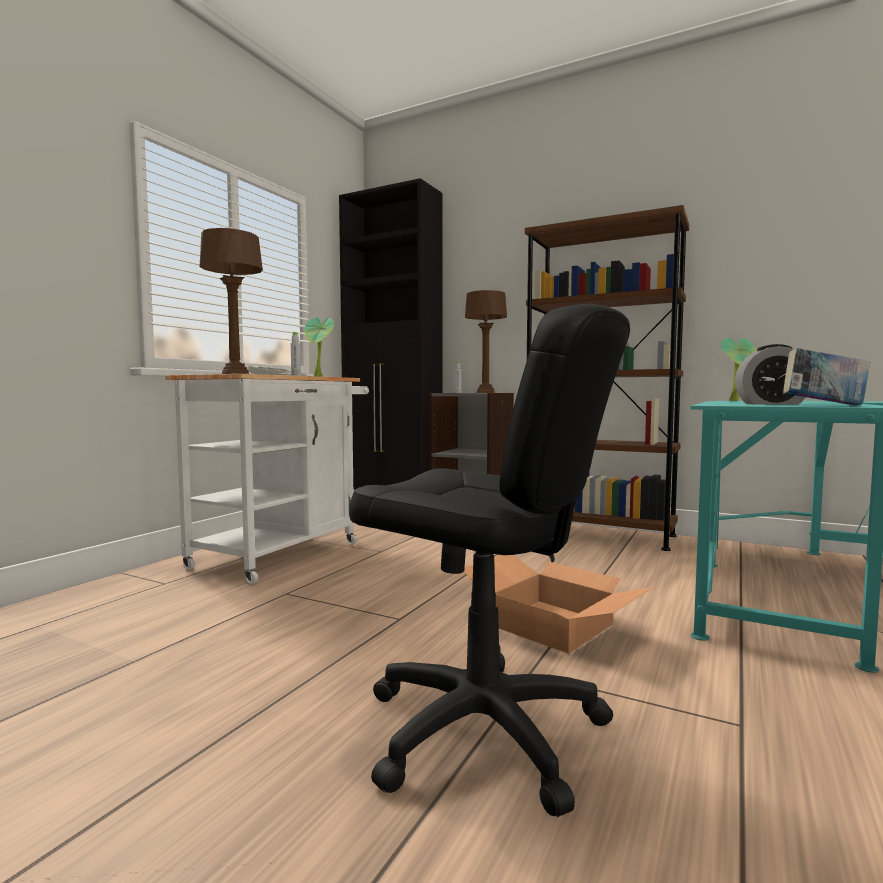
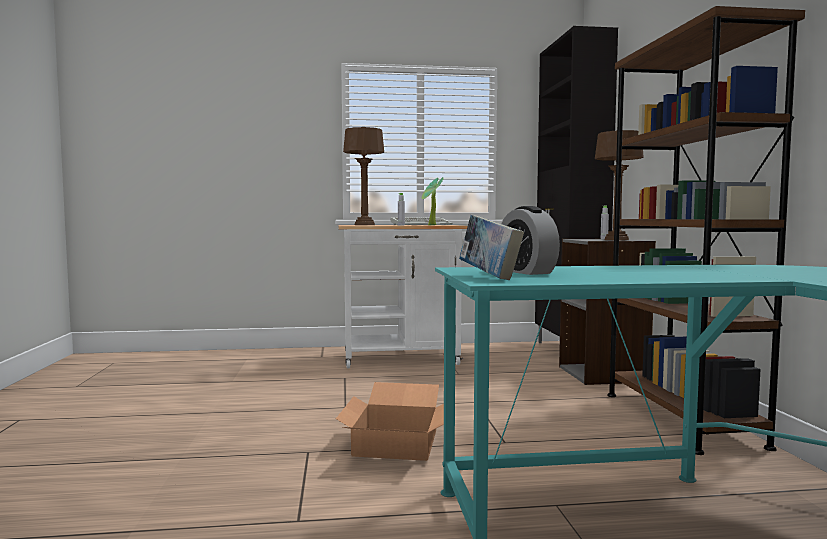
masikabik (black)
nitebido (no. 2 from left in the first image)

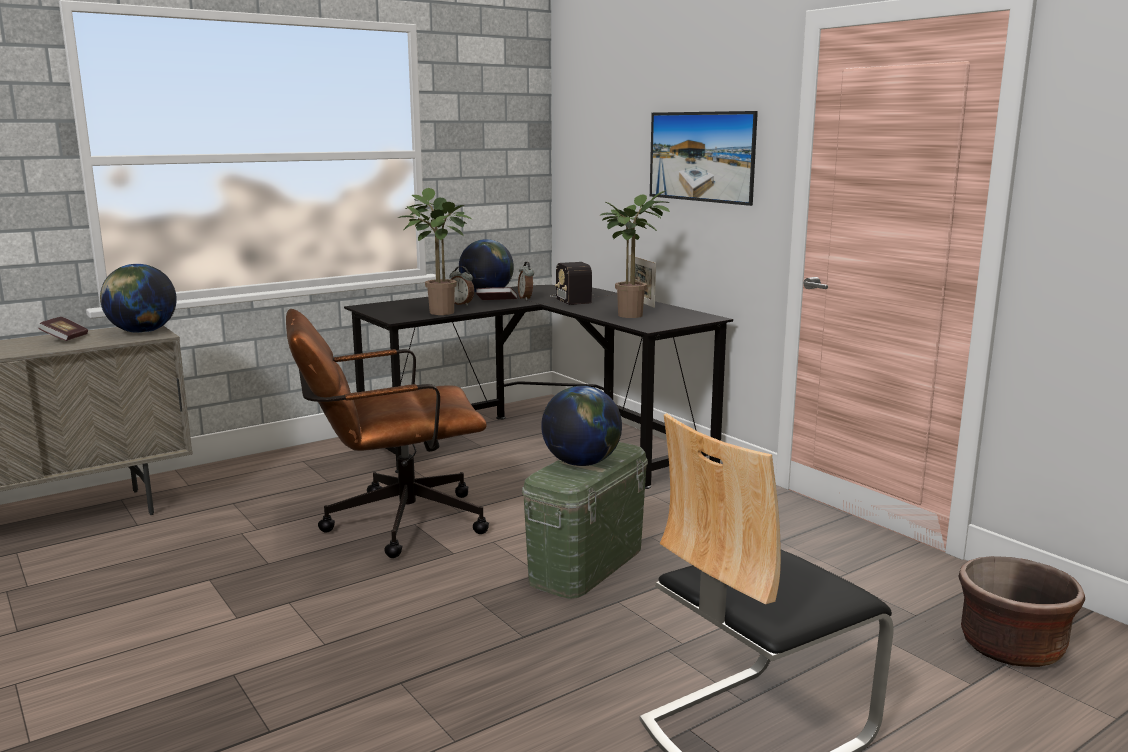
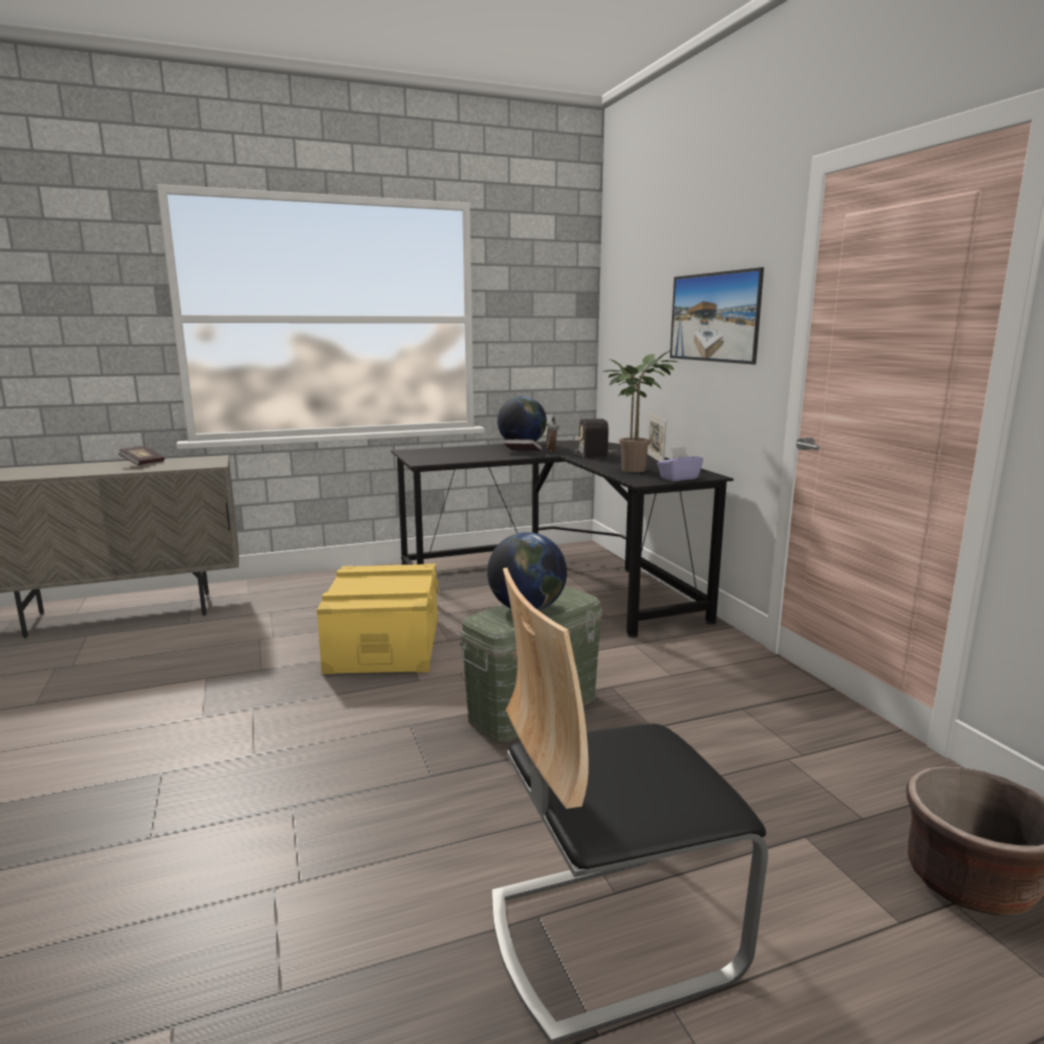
nitebido (no. 1 from left in the first image)
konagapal (no. 1 from left in the first image)
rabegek (no. 1 from left in the first image)
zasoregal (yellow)
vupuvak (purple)

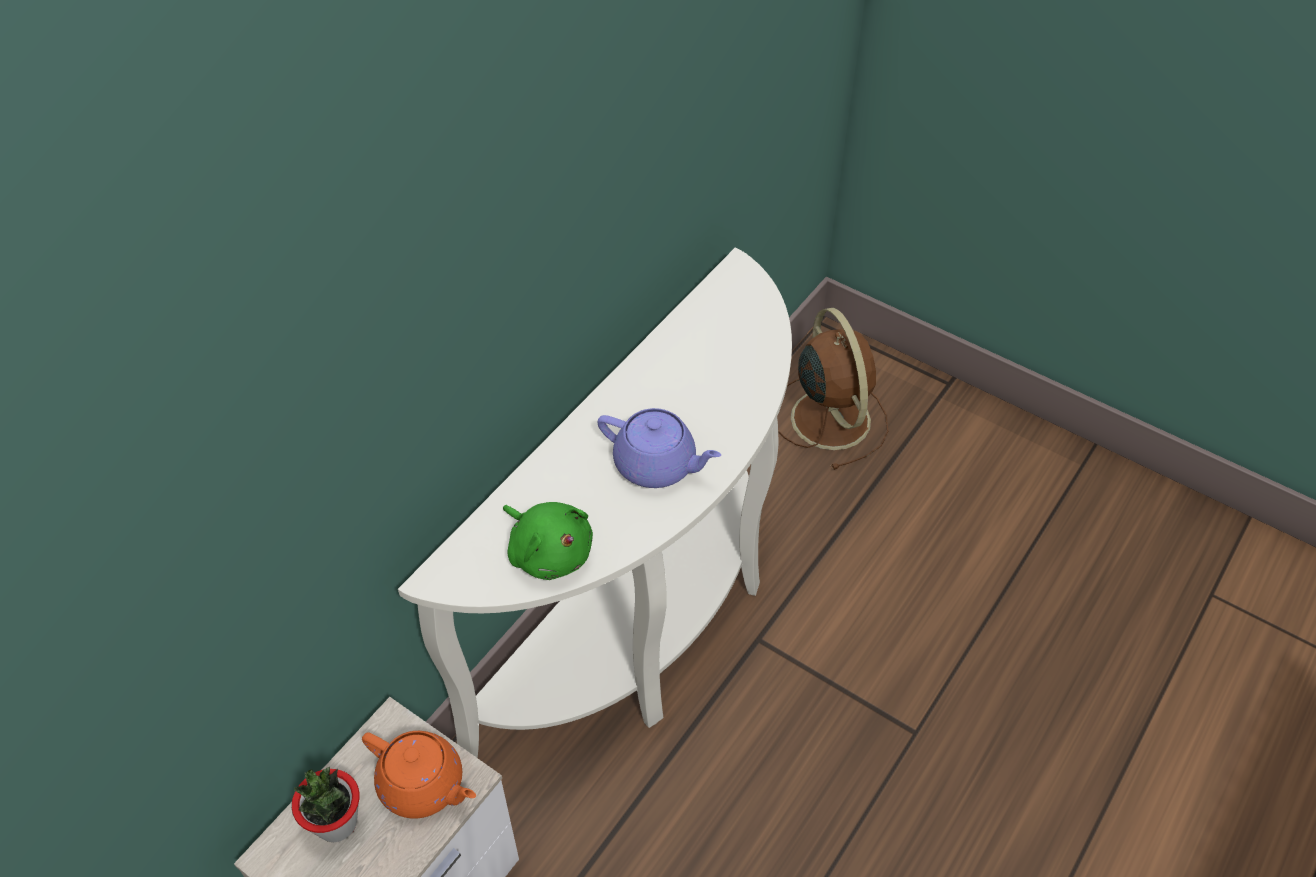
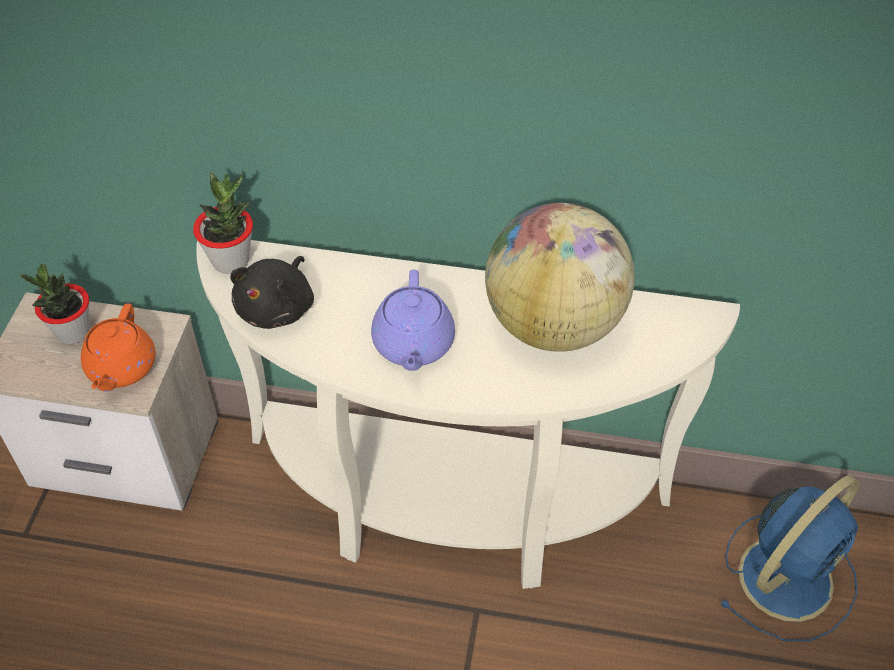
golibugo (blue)
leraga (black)
nitebido (no. 2 from left)
konagapal

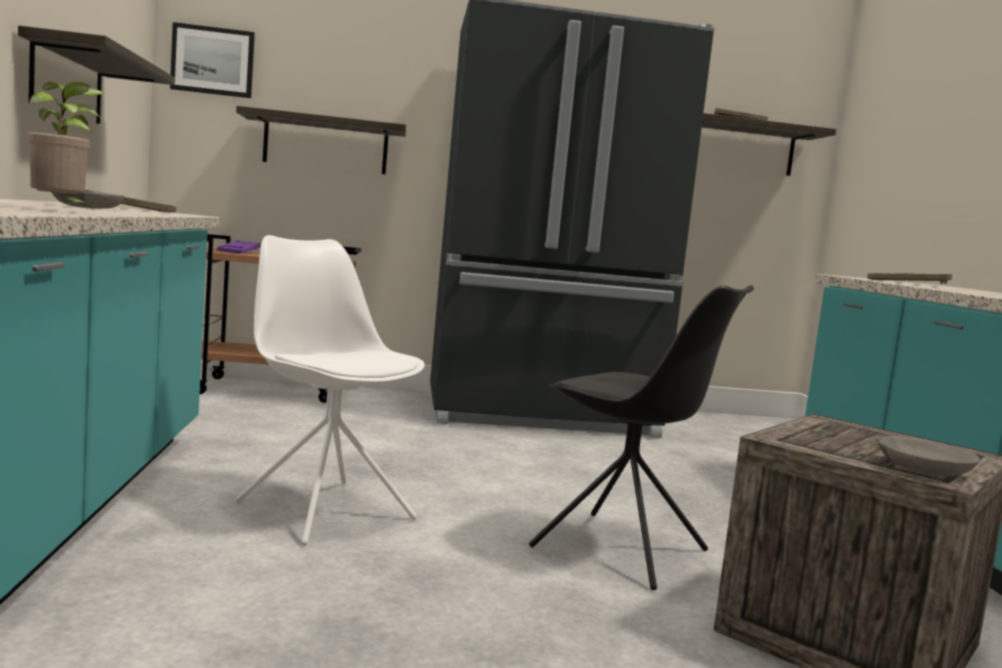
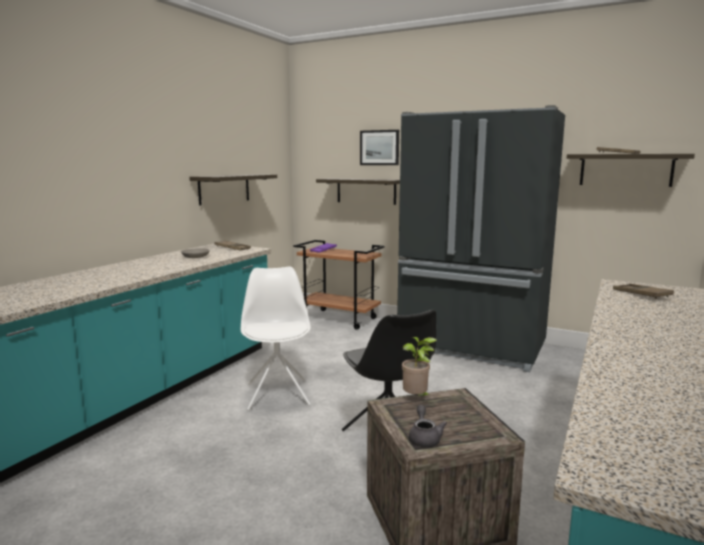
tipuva
nitebido
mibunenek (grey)

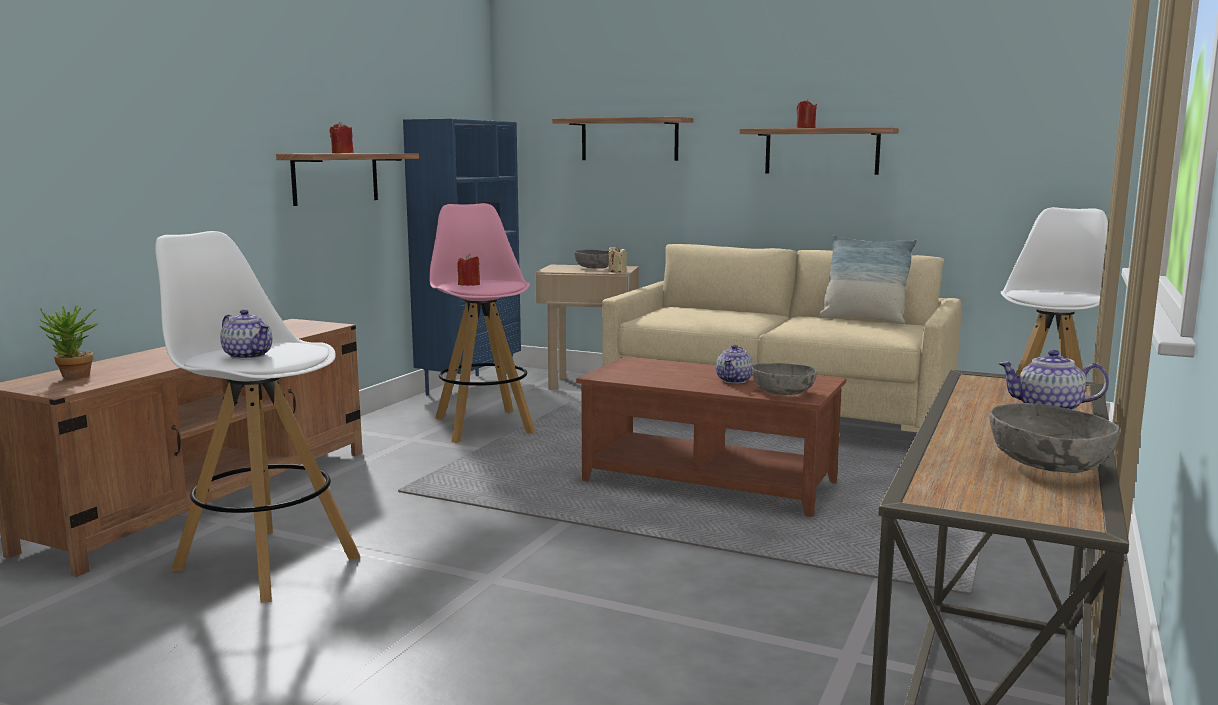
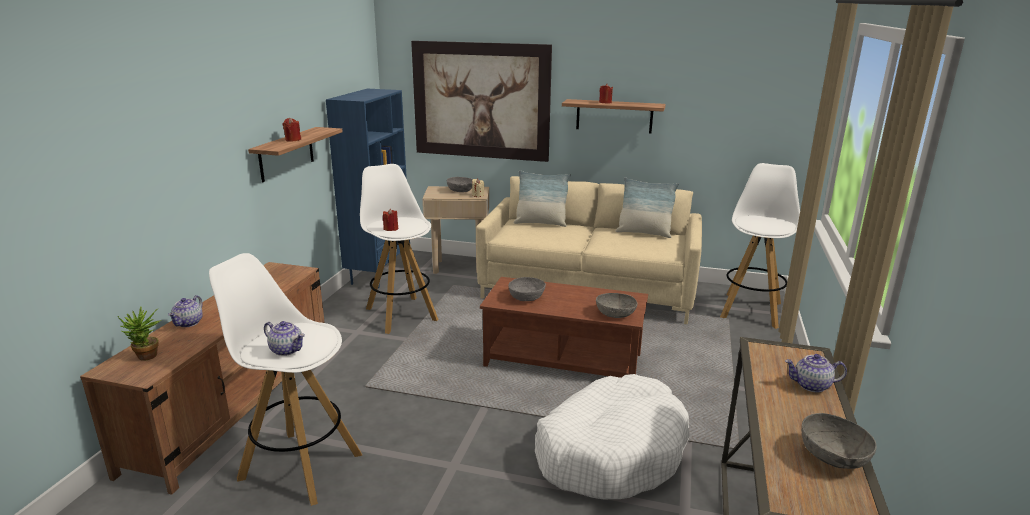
tipuva
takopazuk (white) (no. 2 from left)
mibunenek (no. 1 from left)
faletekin (no. 1 from left)
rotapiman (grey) (no. 2 from left)
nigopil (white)

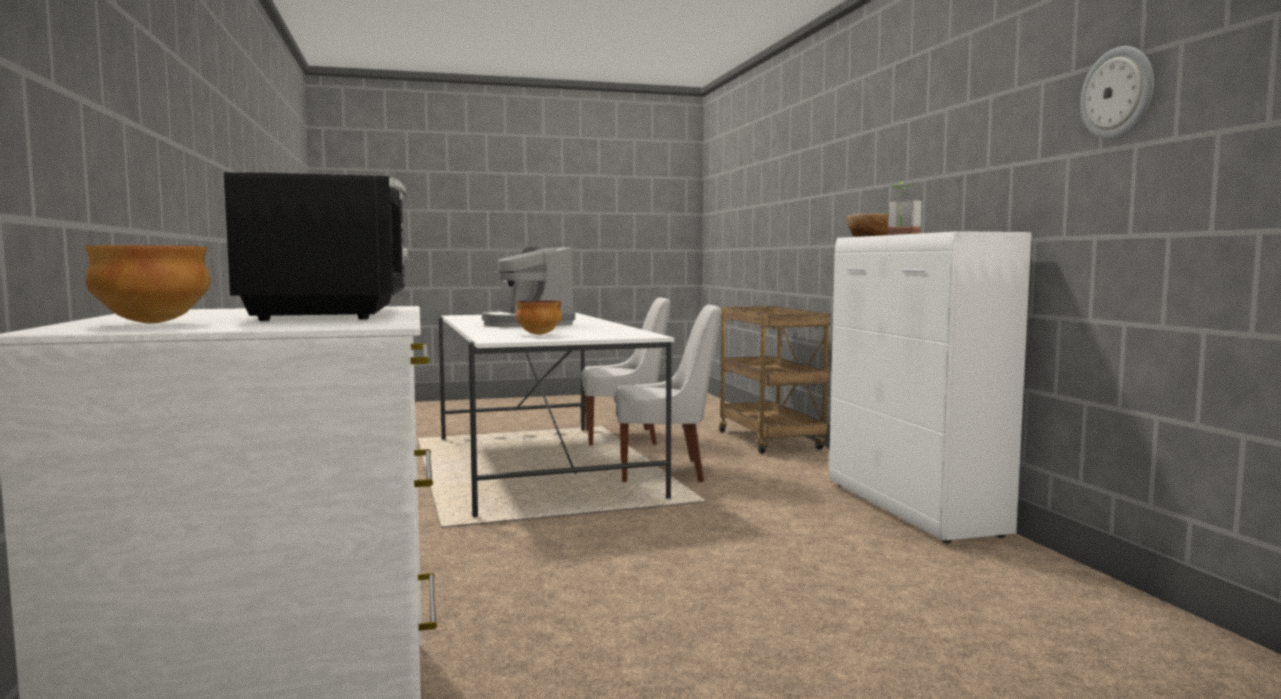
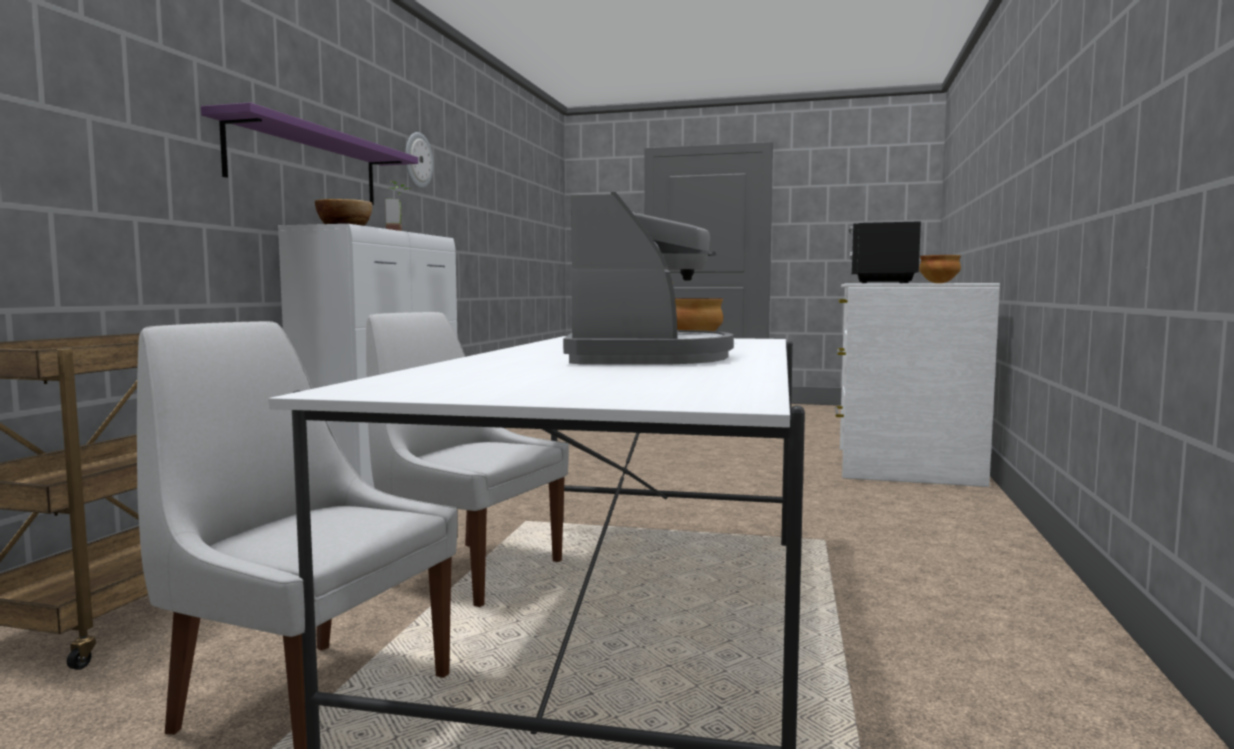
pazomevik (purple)

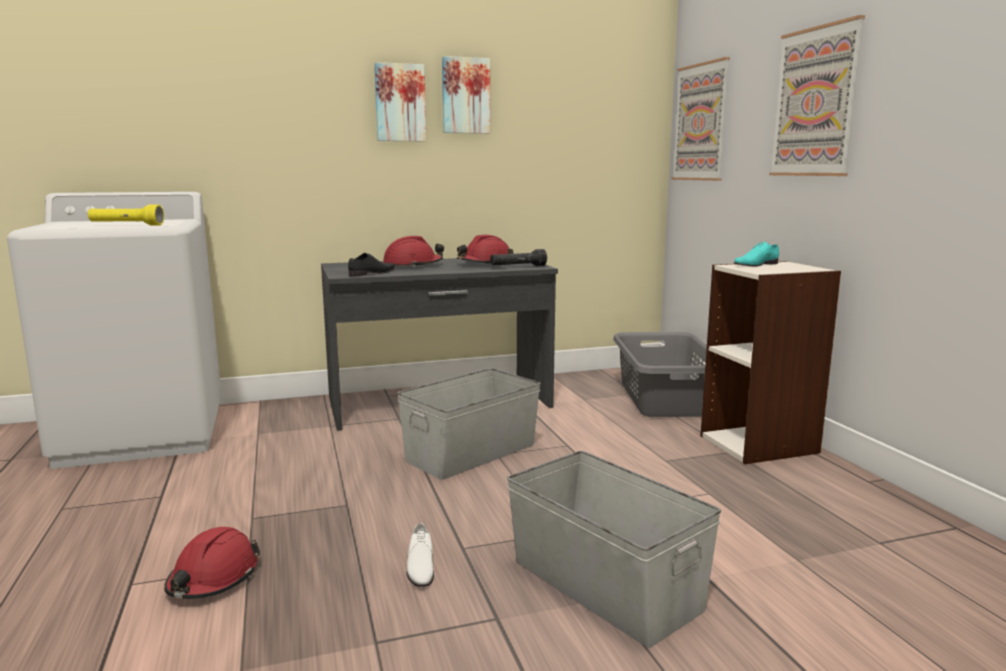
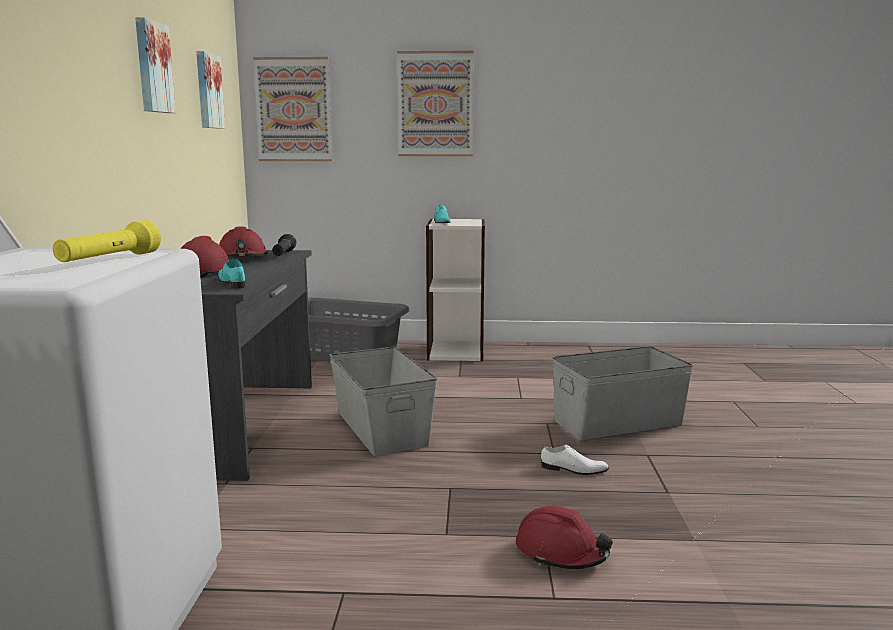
tipuva (no. 2 from left)
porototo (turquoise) (no. 1 from left)

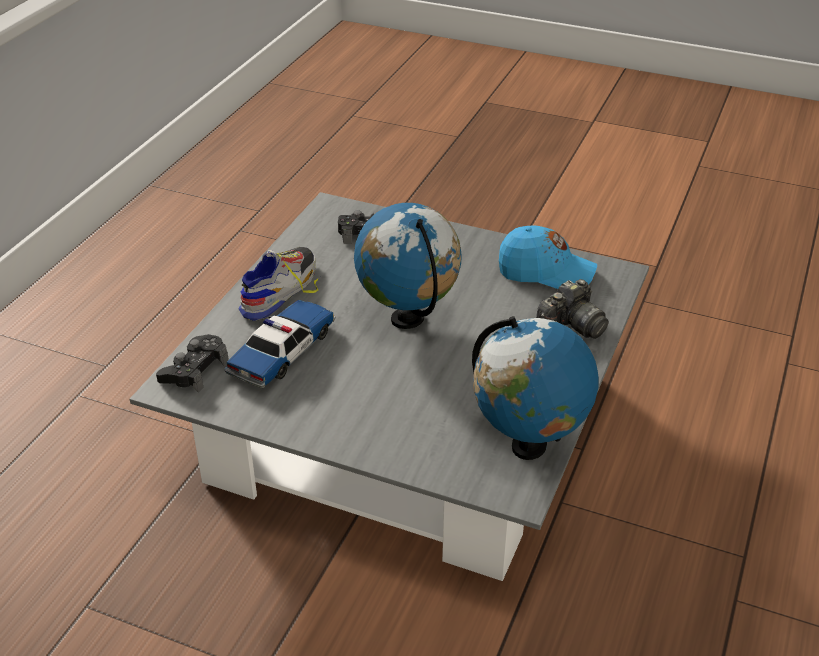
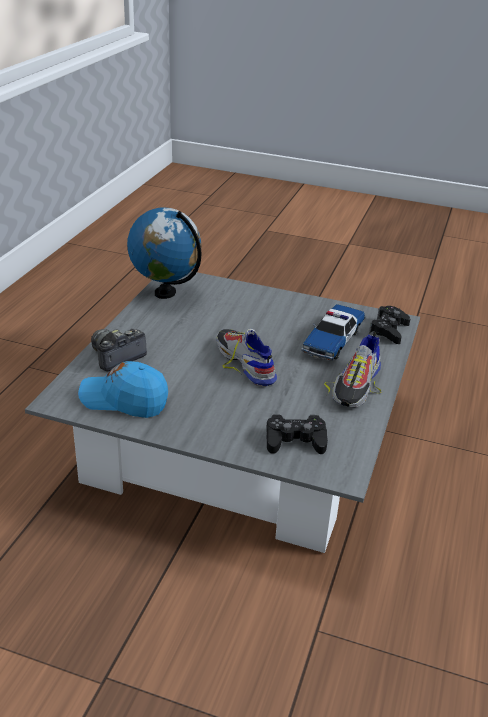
porototo (no. 1 from left)

